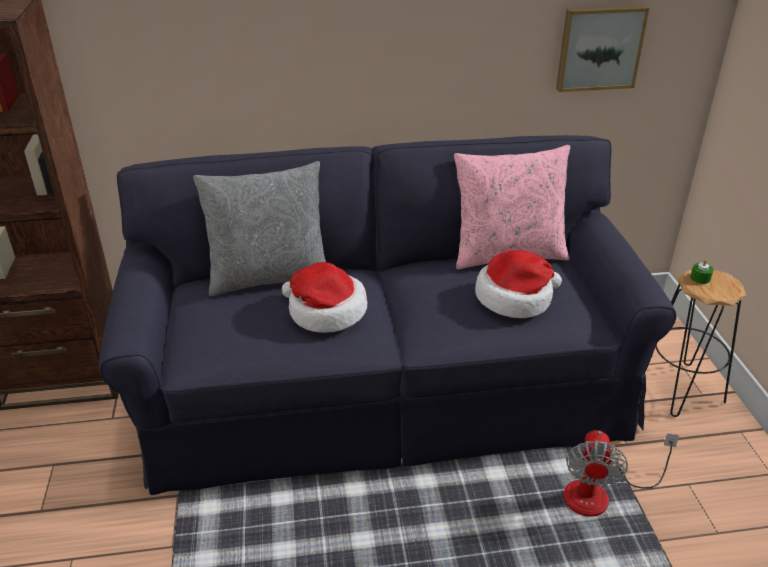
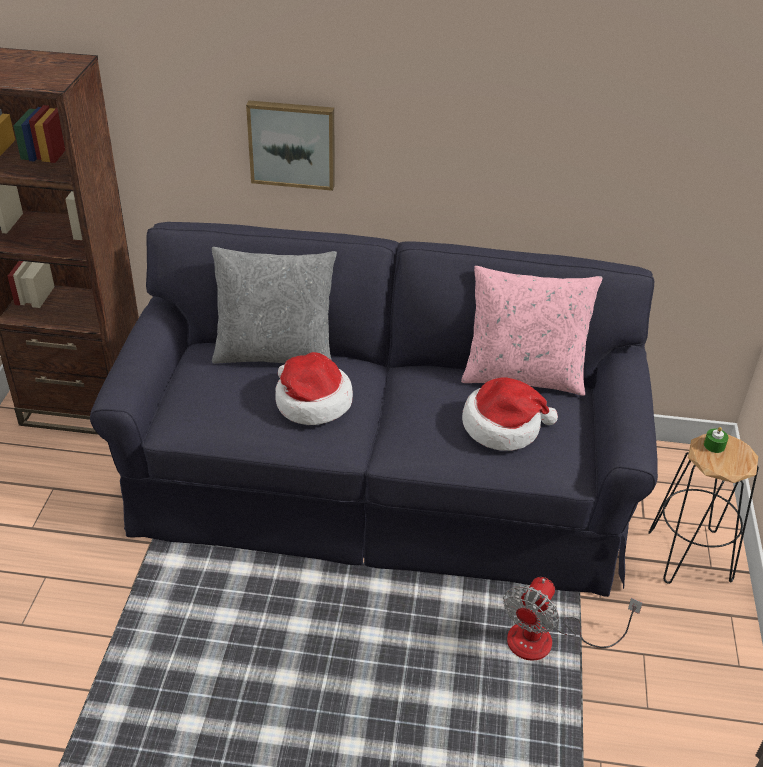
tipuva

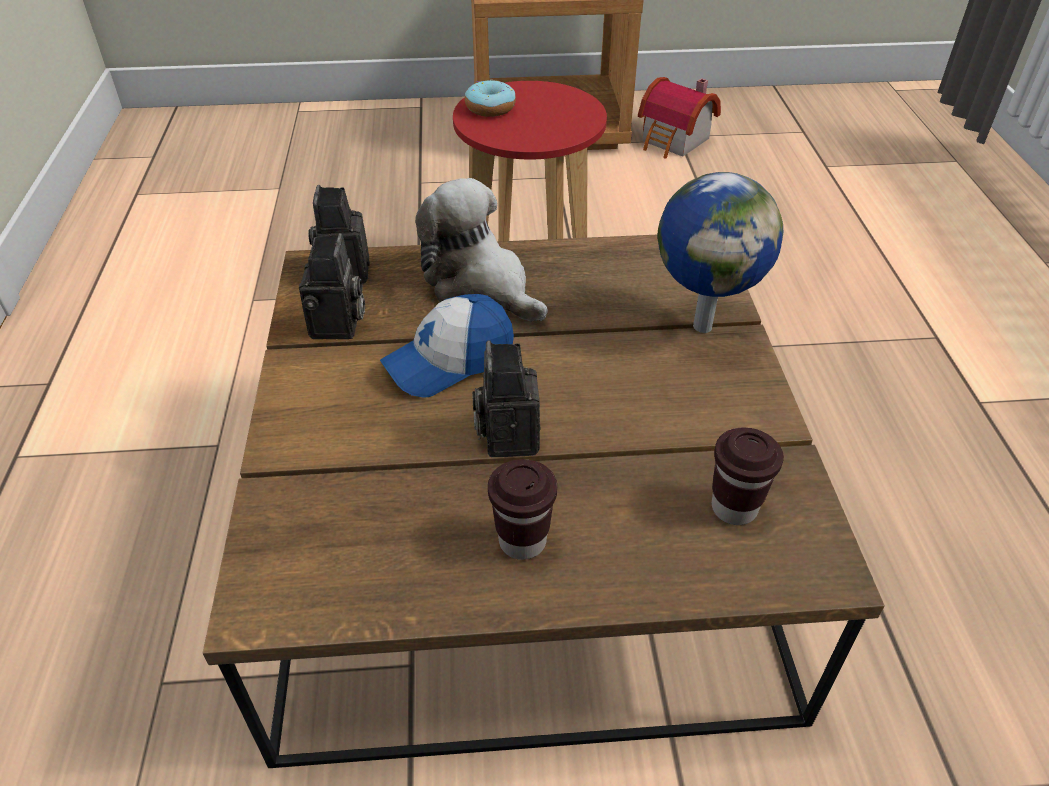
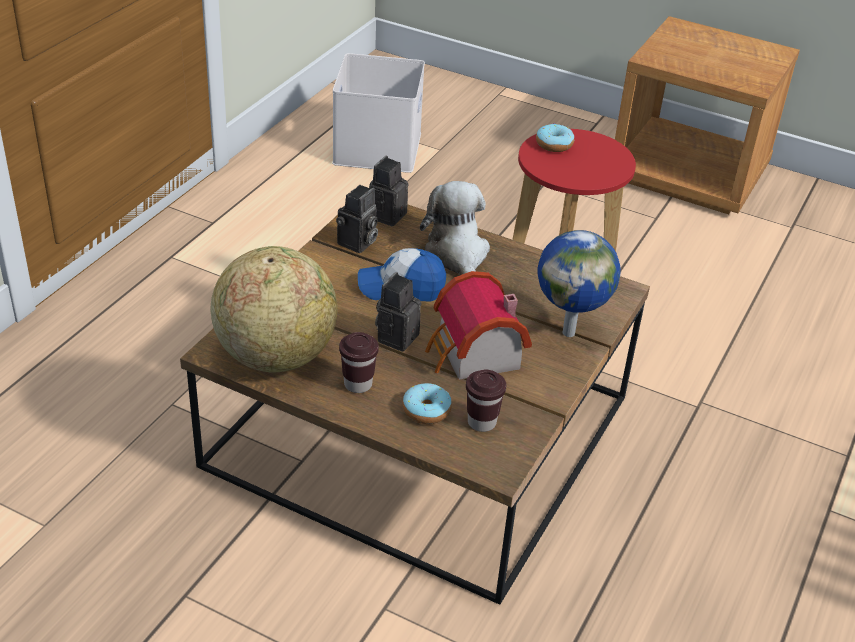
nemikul
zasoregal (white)
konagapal (no. 1 from left)
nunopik (no. 1 from left)

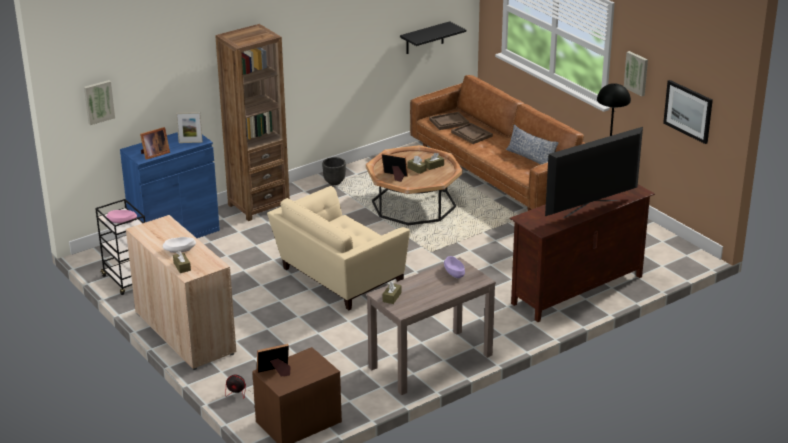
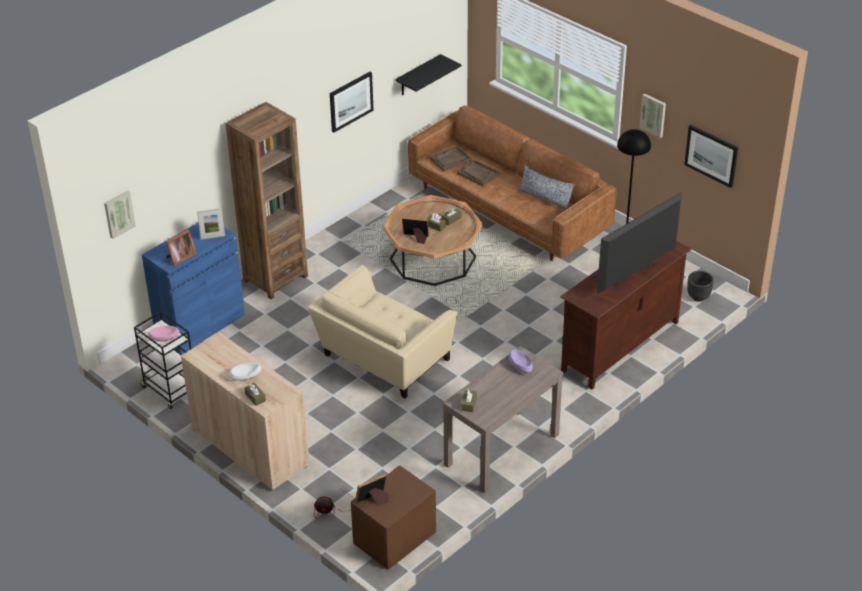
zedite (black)
tipuva (no. 2 from left)

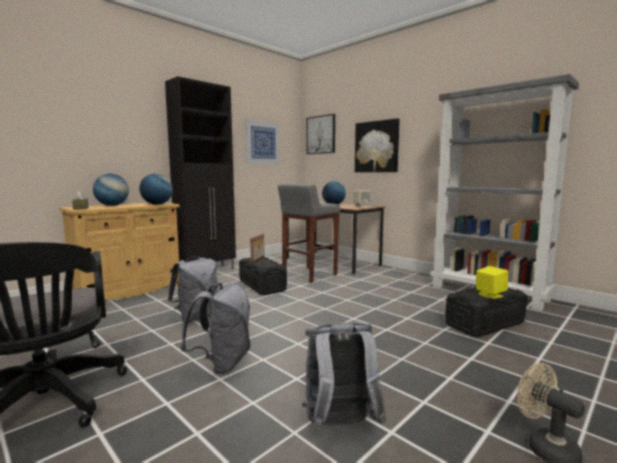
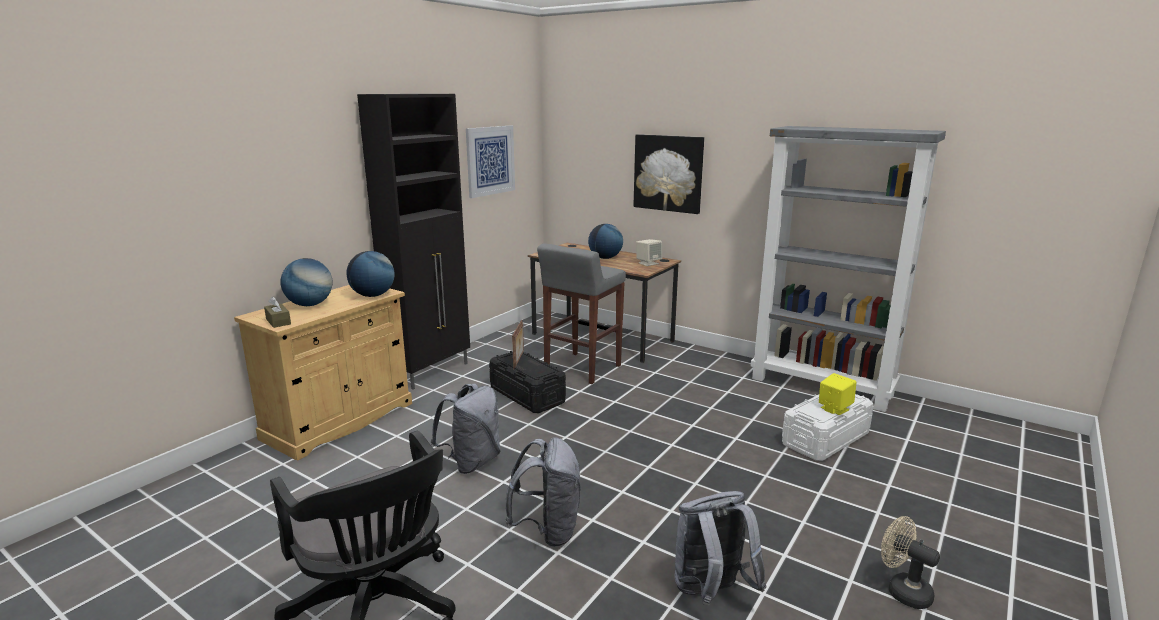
tipuva (no. 2 from left in the first image)
zasoregal (white)

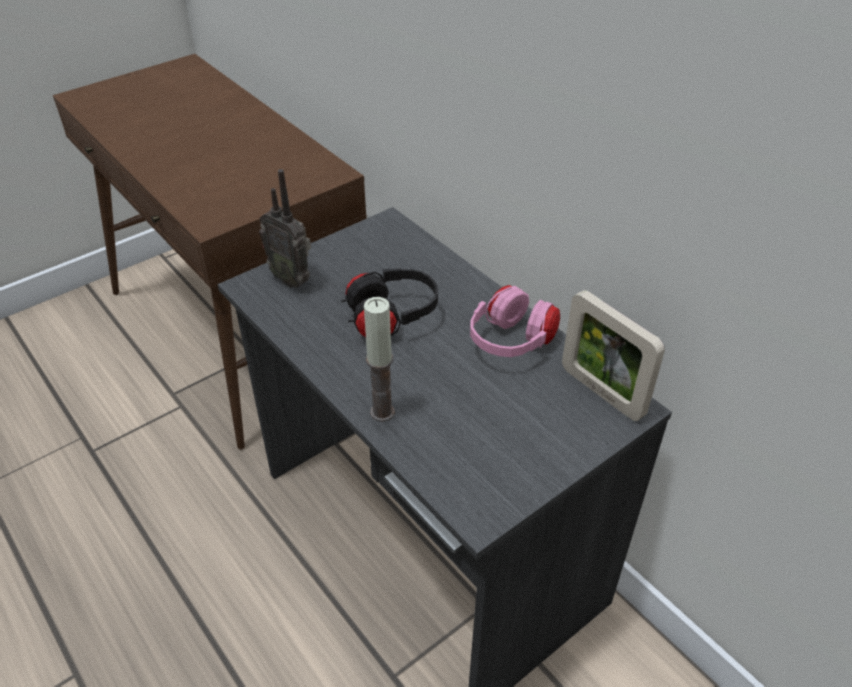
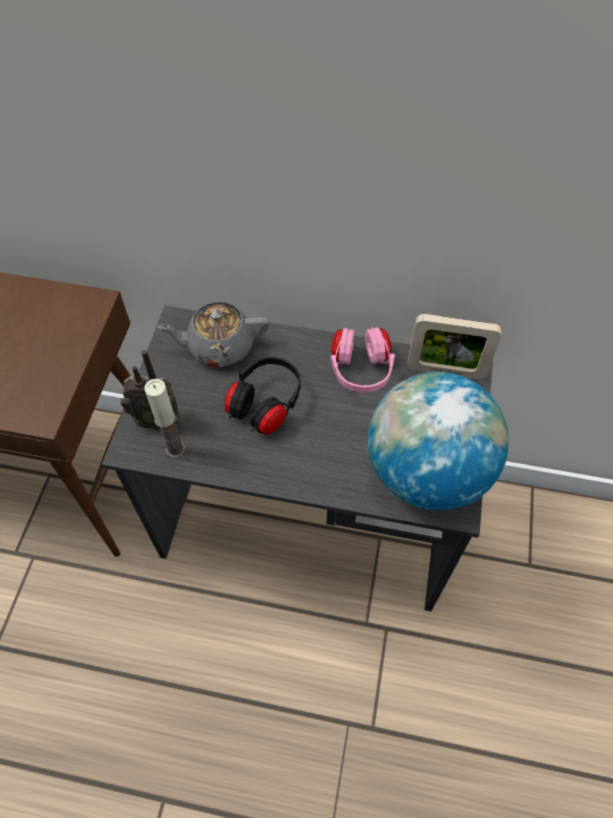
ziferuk
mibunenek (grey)
konagapal

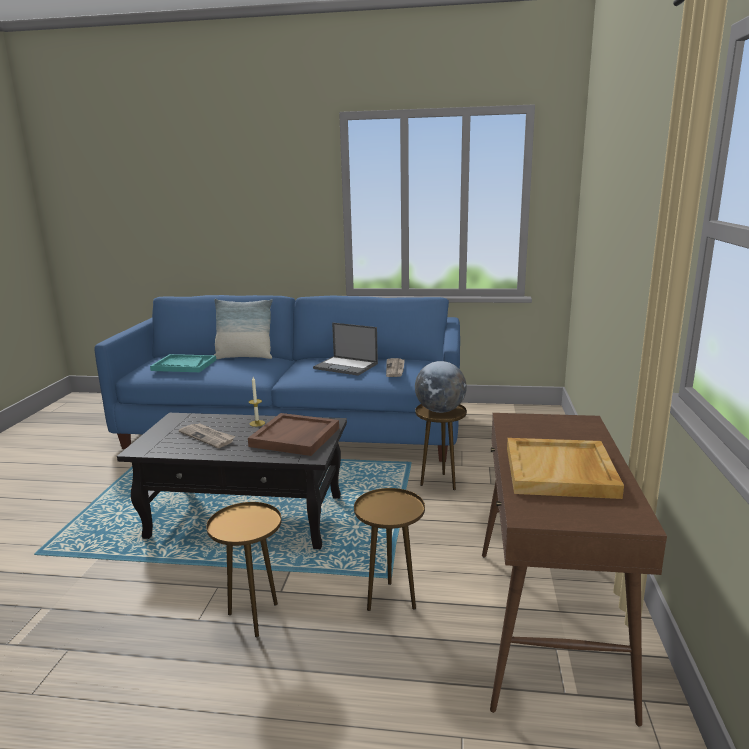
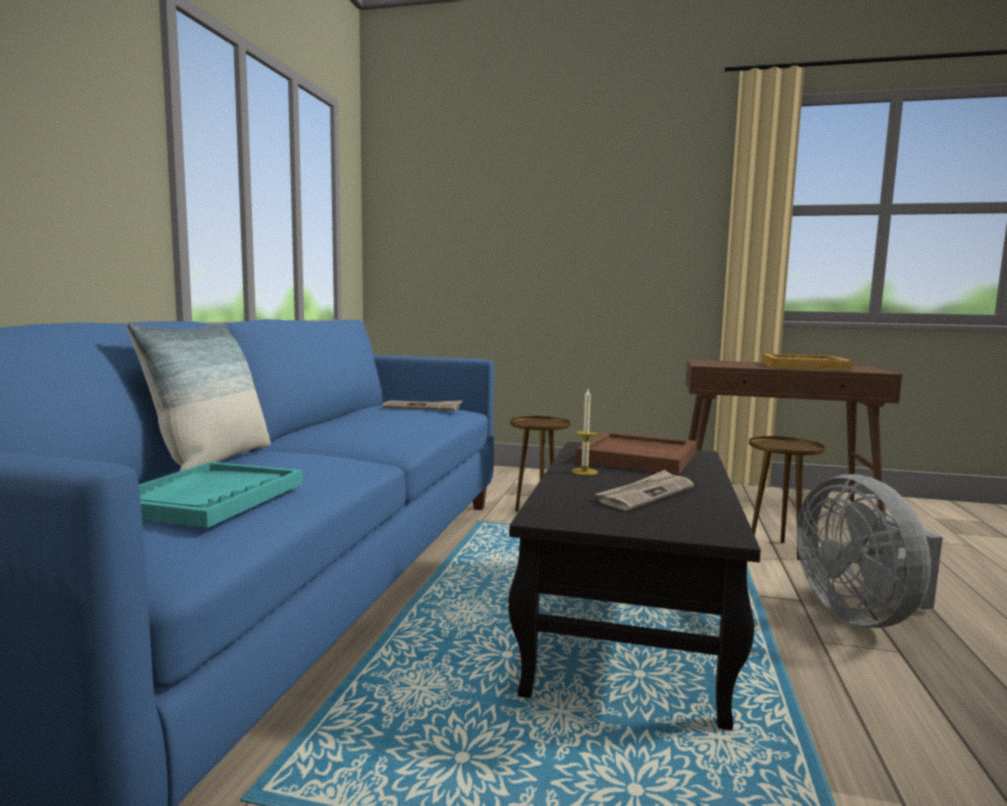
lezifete
konagapal
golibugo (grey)

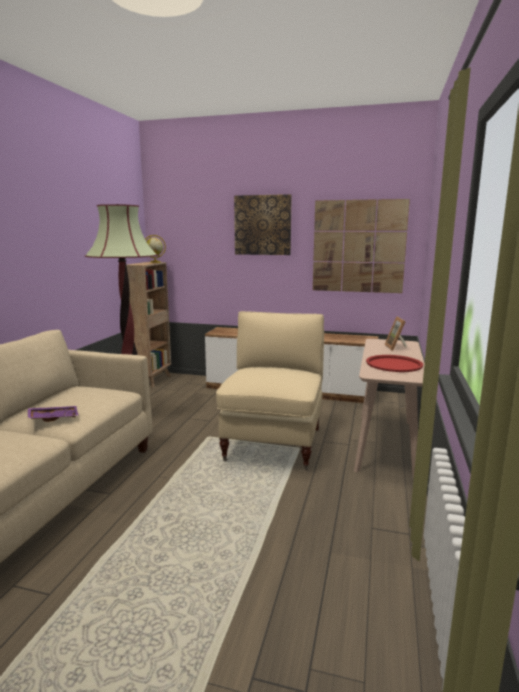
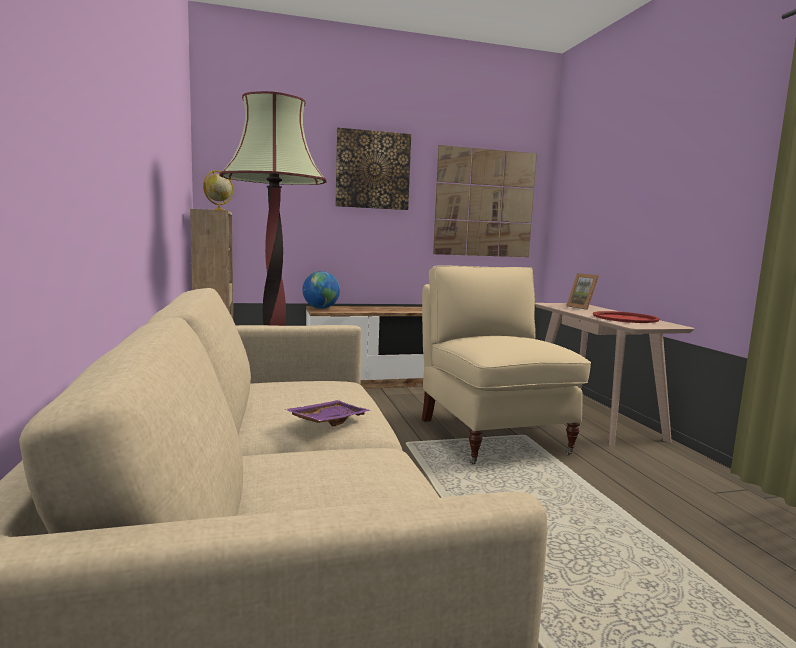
konagapal (no. 2 from left)

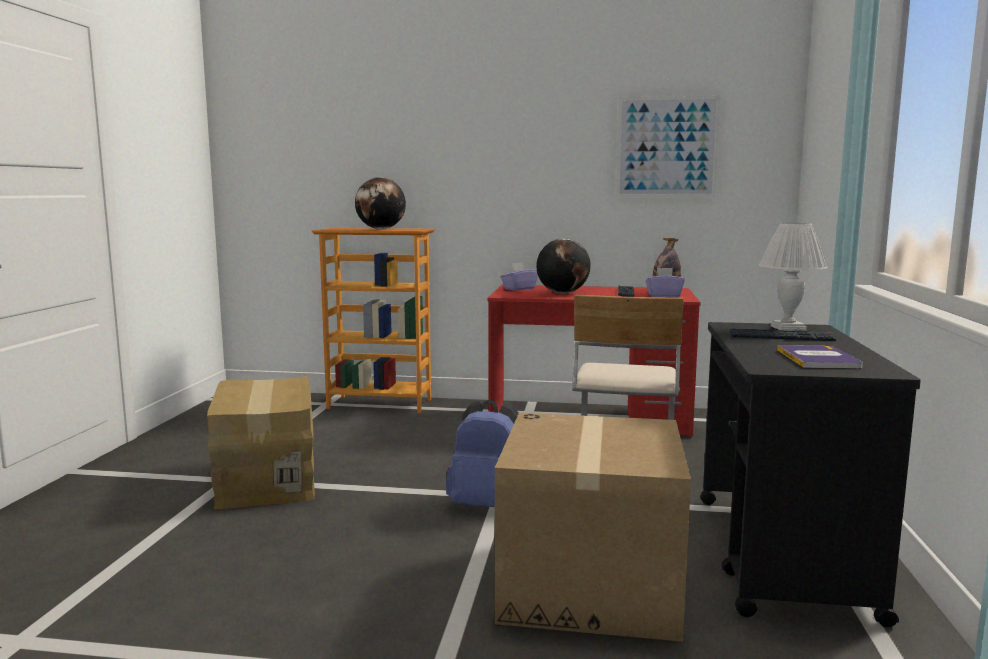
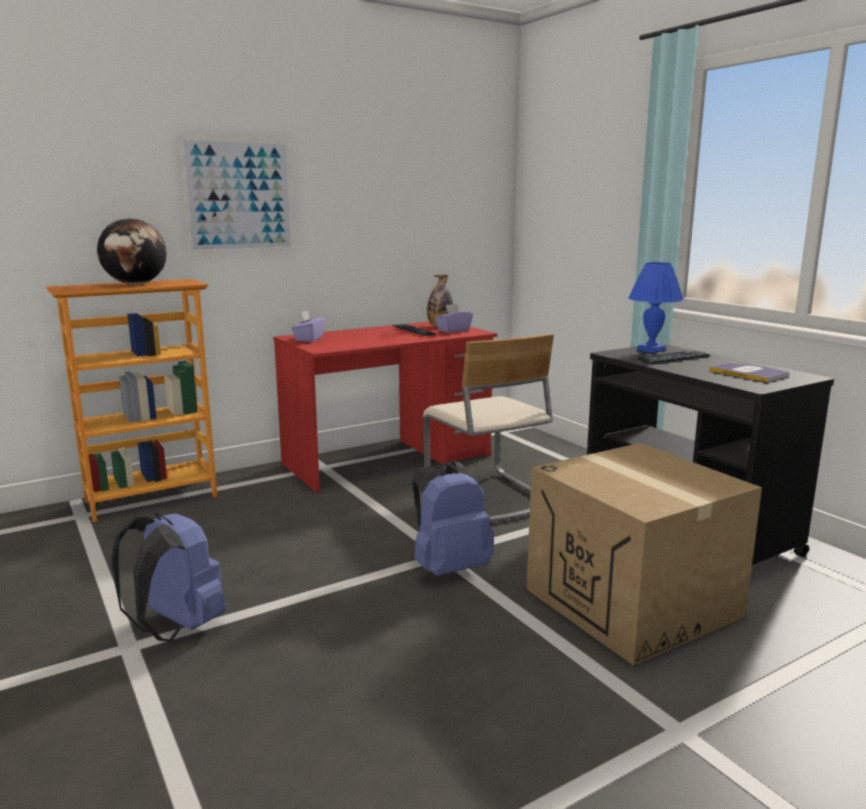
tipuva
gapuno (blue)
konagapal (no. 2 from left in the first image)
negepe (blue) (no. 1 from left)

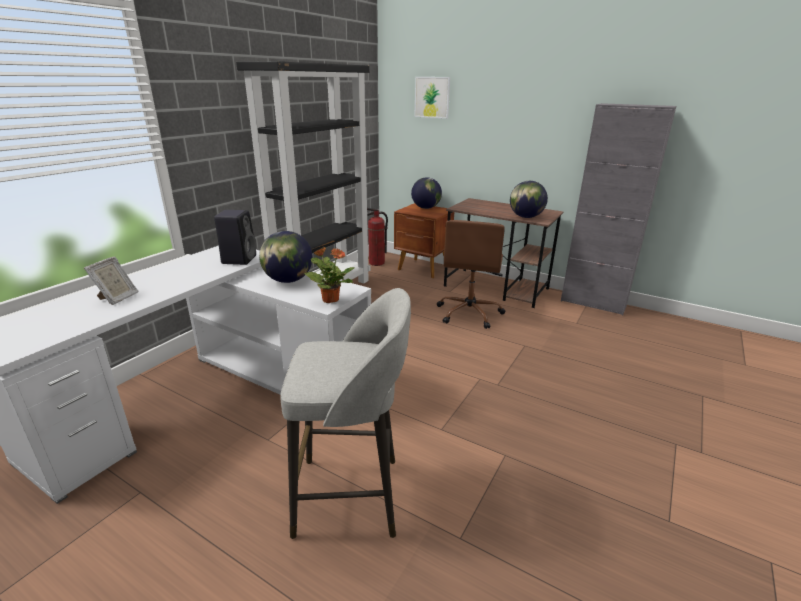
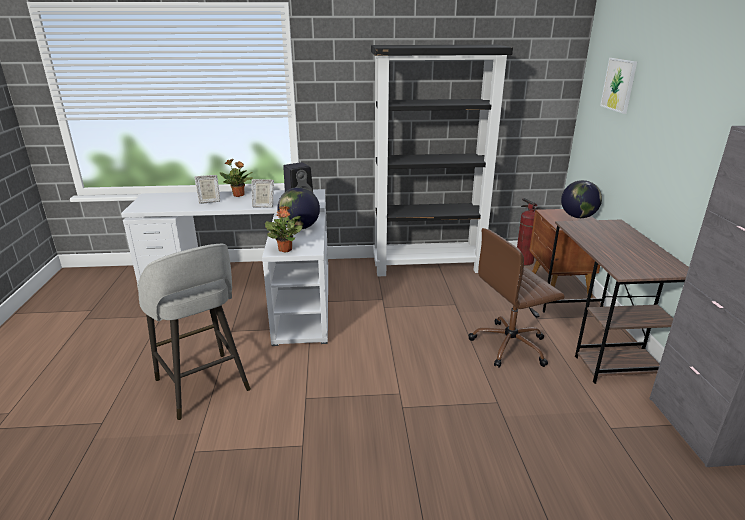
konagapal (no. 3 from left in the first image)
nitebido (no. 1 from left)
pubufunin (no. 2 from left)

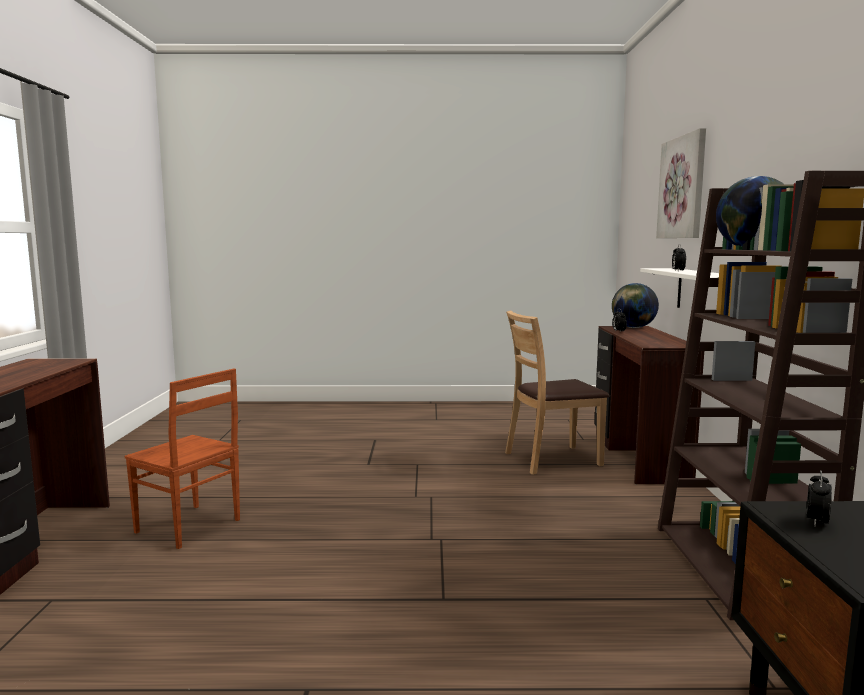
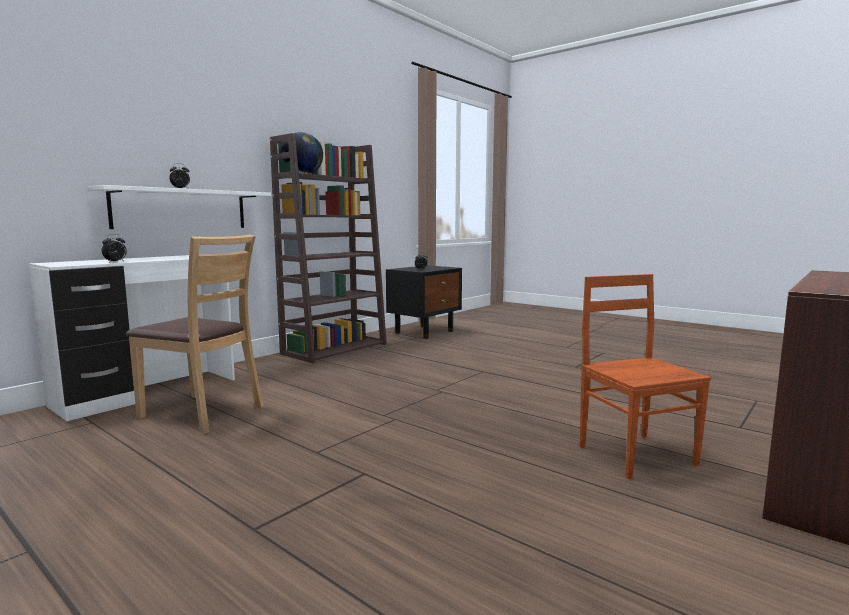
tipuva
konagapal (no. 1 from left in the first image)
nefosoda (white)

